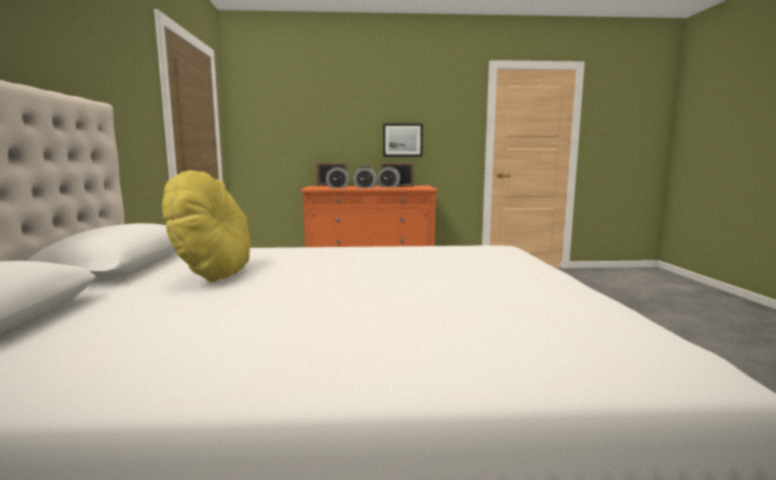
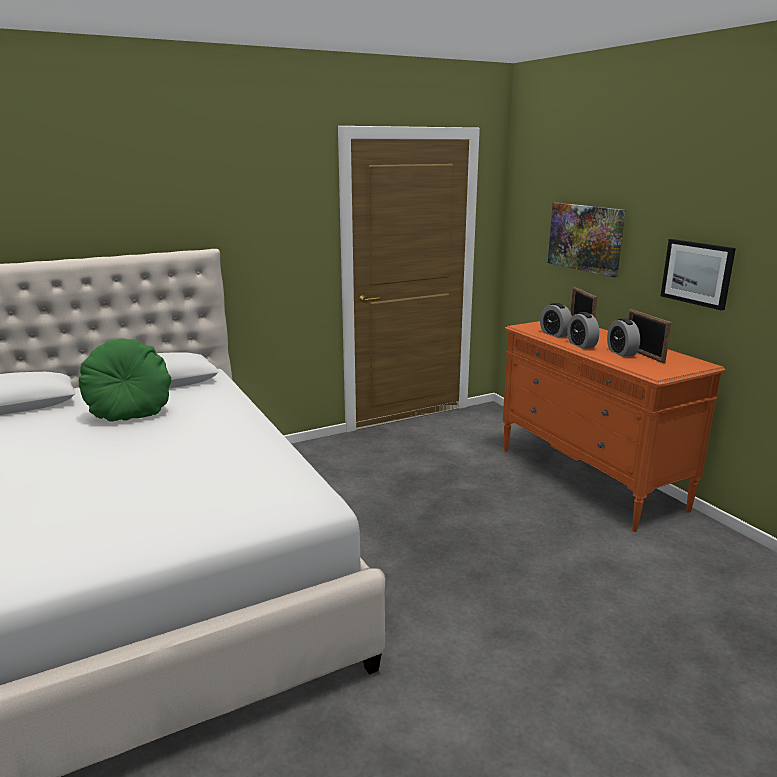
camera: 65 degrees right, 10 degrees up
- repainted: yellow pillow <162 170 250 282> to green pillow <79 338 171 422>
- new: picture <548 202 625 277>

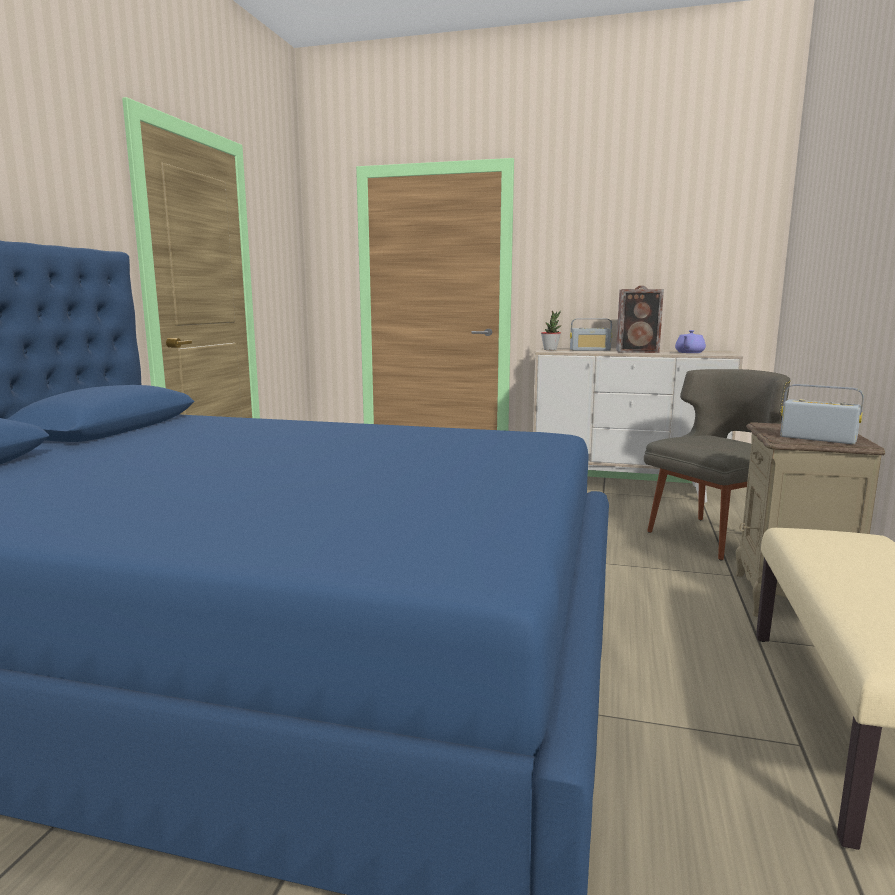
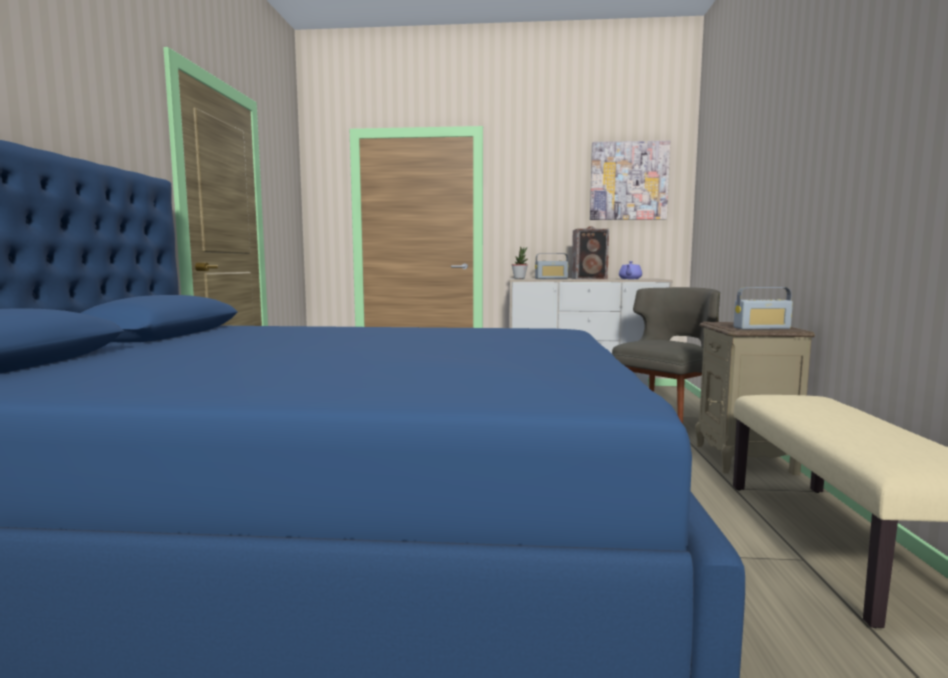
camera: 10 degrees left, 5 degrees down
- rotated: radio <780 384 864 444> = <734 287 793 329> 150 degrees clockwise
- new: picture <590 141 670 220>

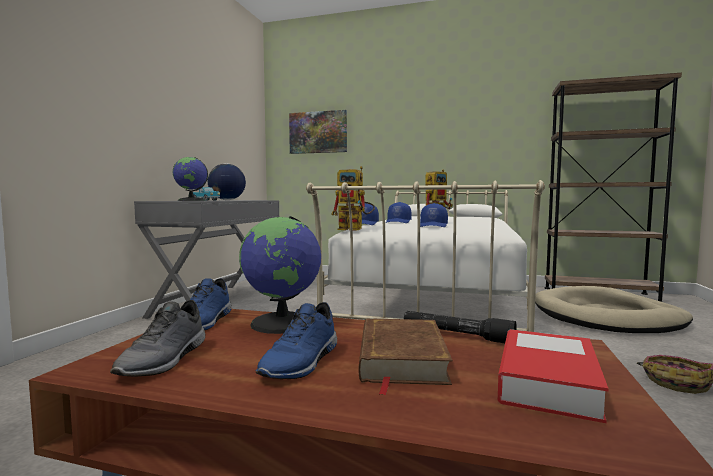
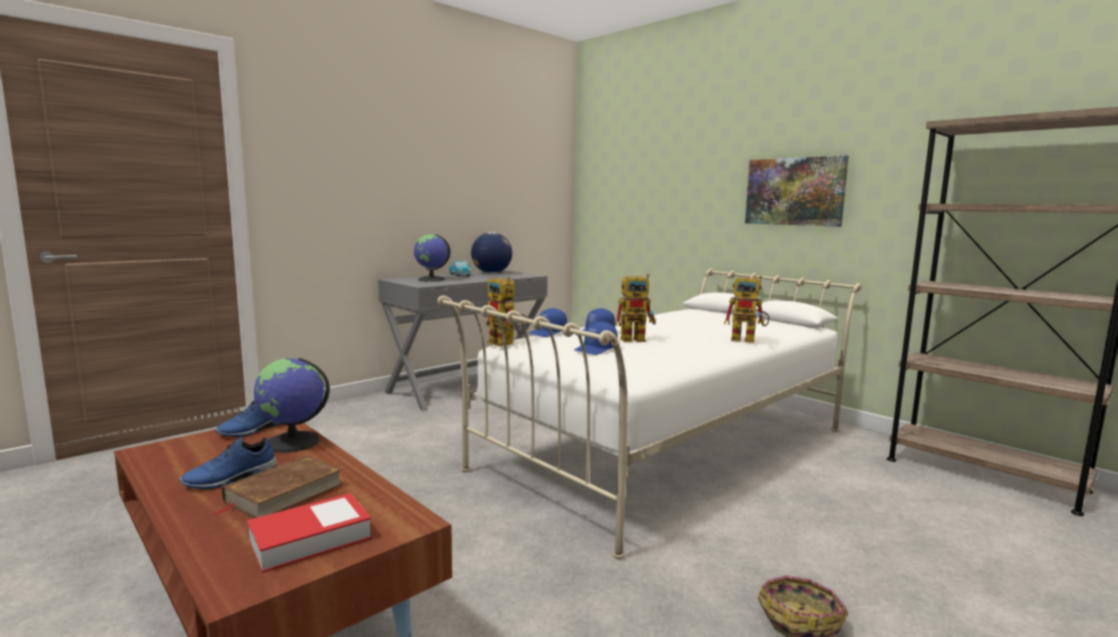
camera: 30 degrees right, 5 degrees up
- shifted: picture <289 110 347 154> to <745 155 849 227>
- gone: beige dog bed <535 286 693 333>
- gone: grey shoe <110 300 205 377>
- gone: black flashlight <404 311 517 343>
- new: toy robot <724 275 770 343>

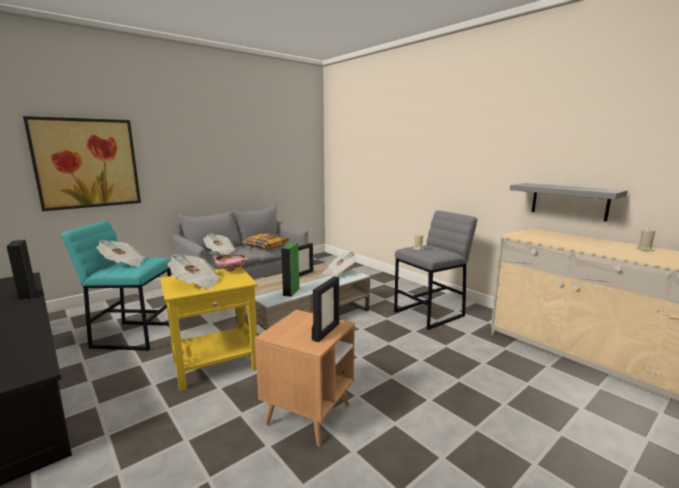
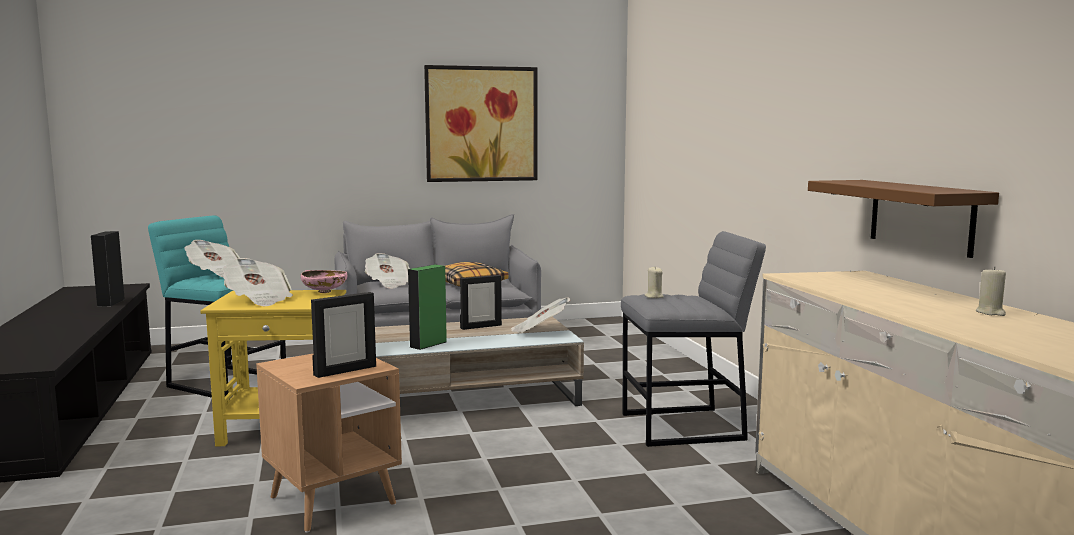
camera: 25 degrees right, 5 degrees down
- shifted: picture <23 116 141 211> to <424 65 537 182>
- repainted: grey shelf <510 183 628 222> to brown shelf <808 180 999 258>

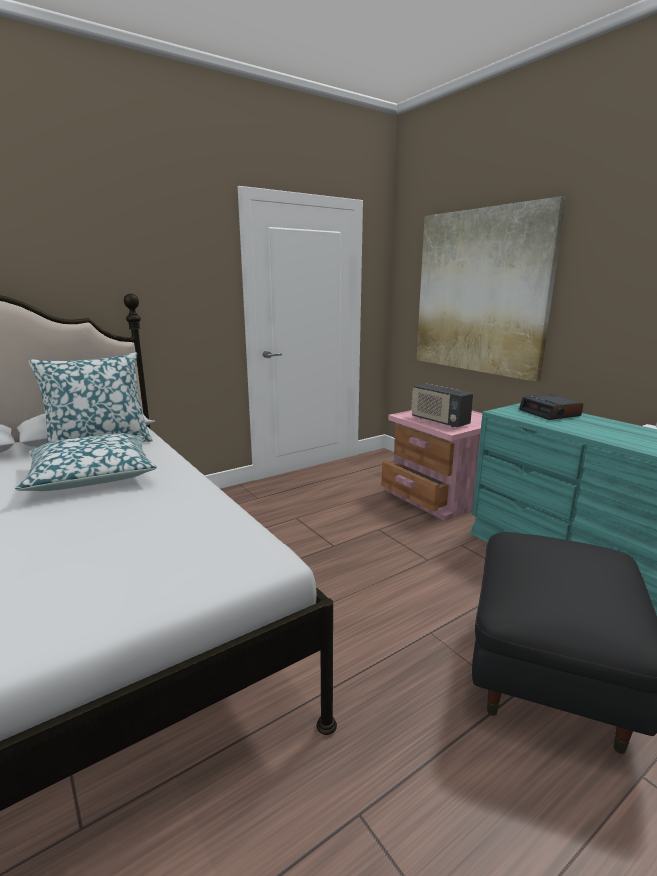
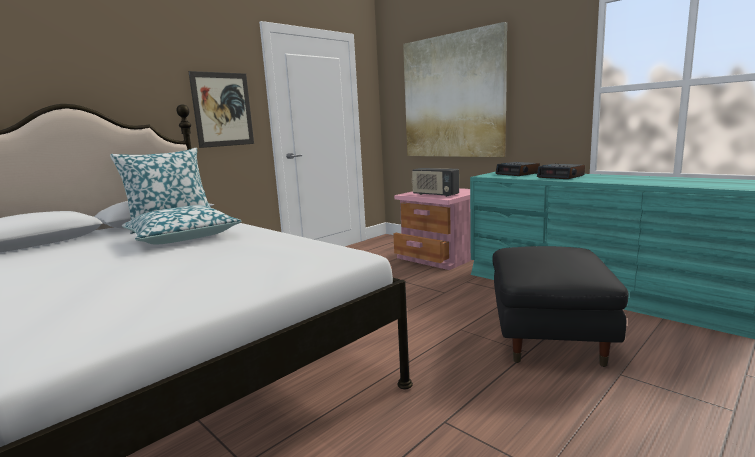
camera: 10 degrees left, 5 degrees down
- new: picture <188 71 254 148>
- new: alarm clock <537 163 585 179>

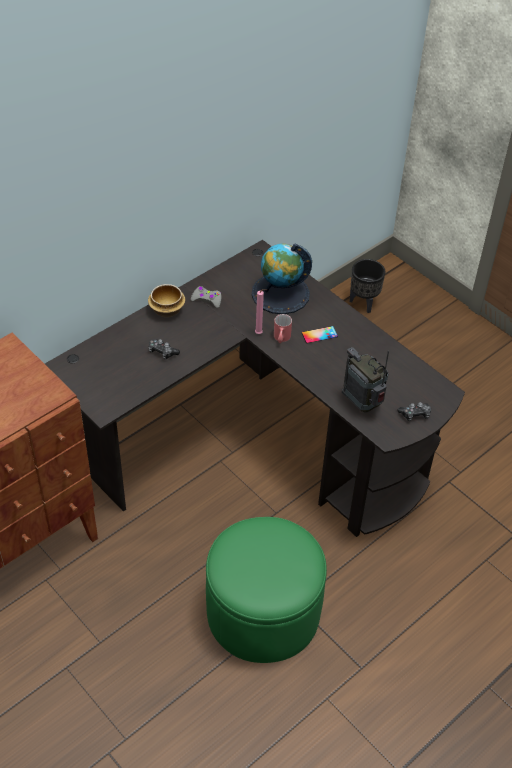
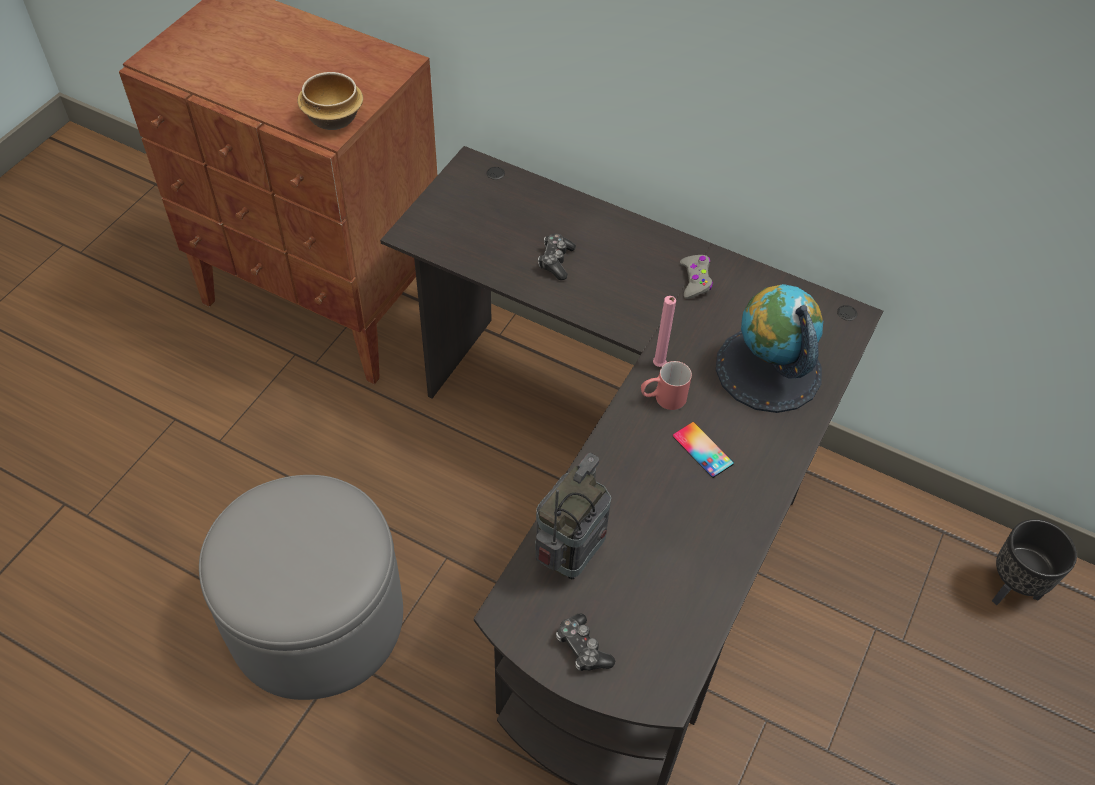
camera: 70 degrees right, 5 degrees up
- shifted: bowl <148 284 185 317> to <297 72 363 130>
- repainted: green ottoman <206 517 327 663> to grey ottoman <199 475 403 700>

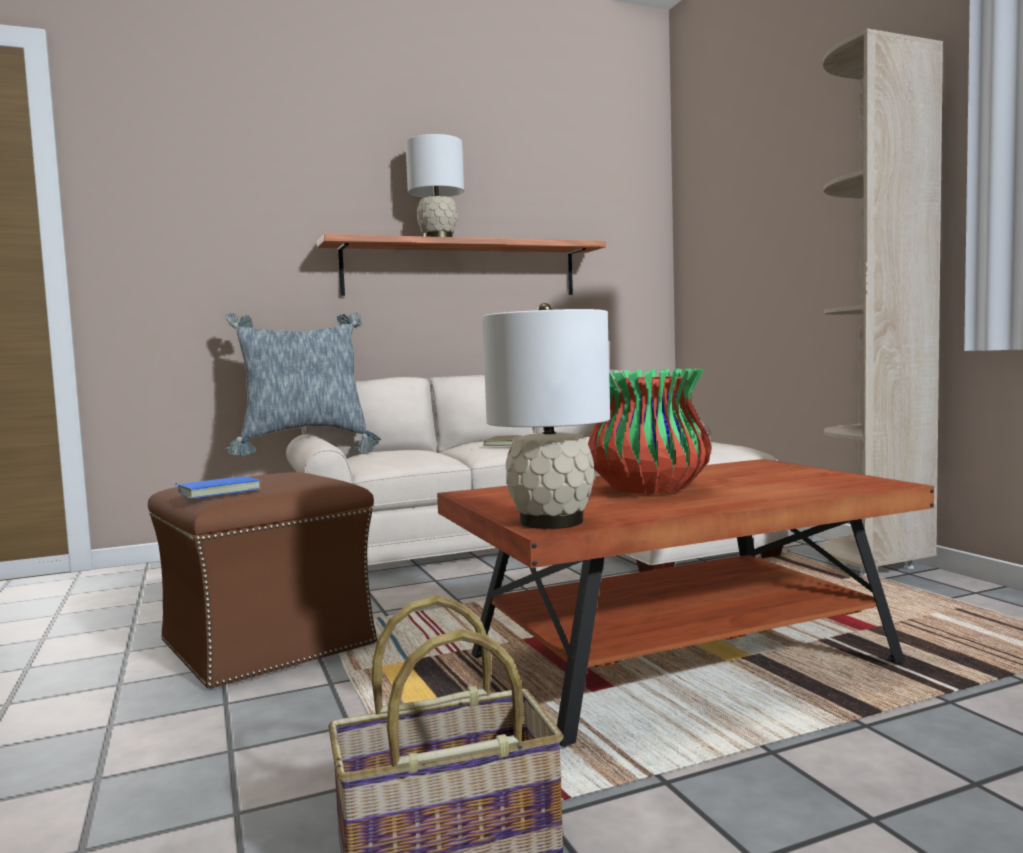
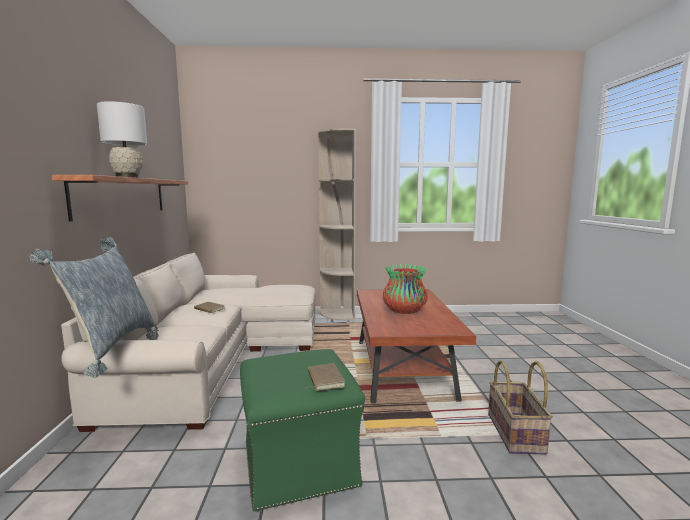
camera: 70 degrees left, 5 degrees up
- gone: white table lamp <482 303 610 529>
- repainted: brown ottoman <148 472 377 690> to green ottoman <240 349 365 511>
- repainted: blue book <175 477 261 498> to brown book <306 363 345 391>

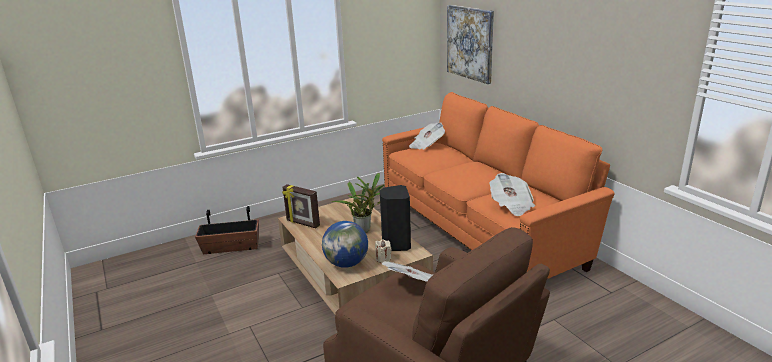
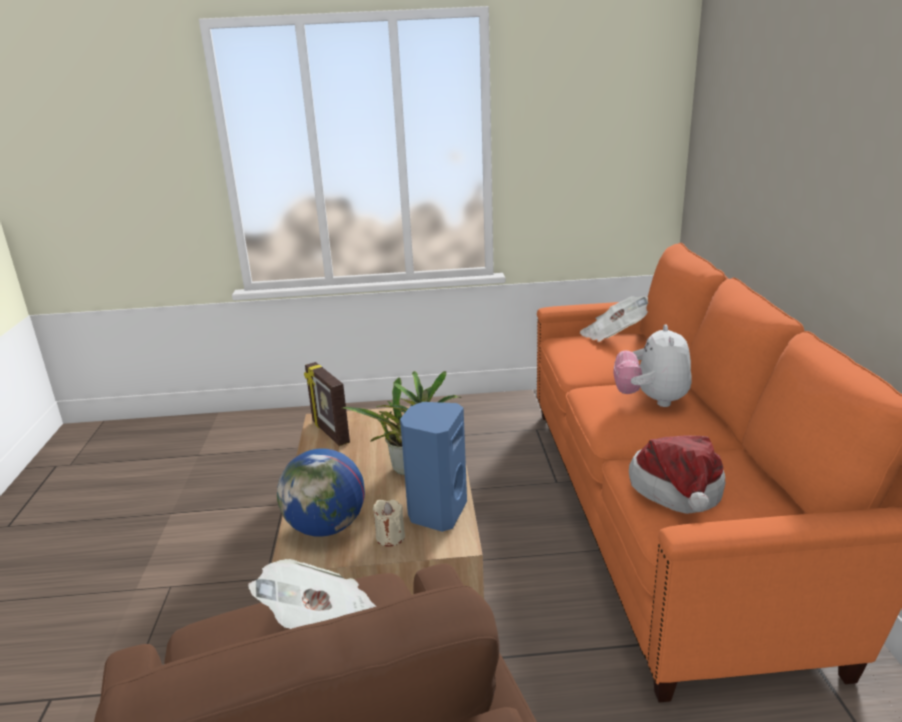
camera: 25 degrees right, 0 degrees up
- gone: picture <447 5 494 84>
- swapped: newspaper <489 173 535 216> to hat <629 436 725 514>
- repainted: black speaker <380 185 411 251> to blue speaker <400 402 467 532>
- gone: planter <195 206 259 254>
- new: plush toy <613 324 691 407>

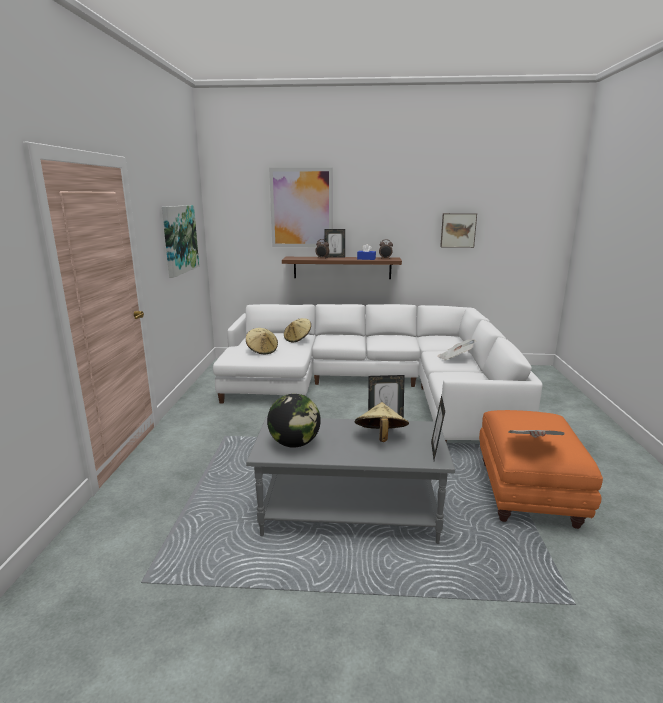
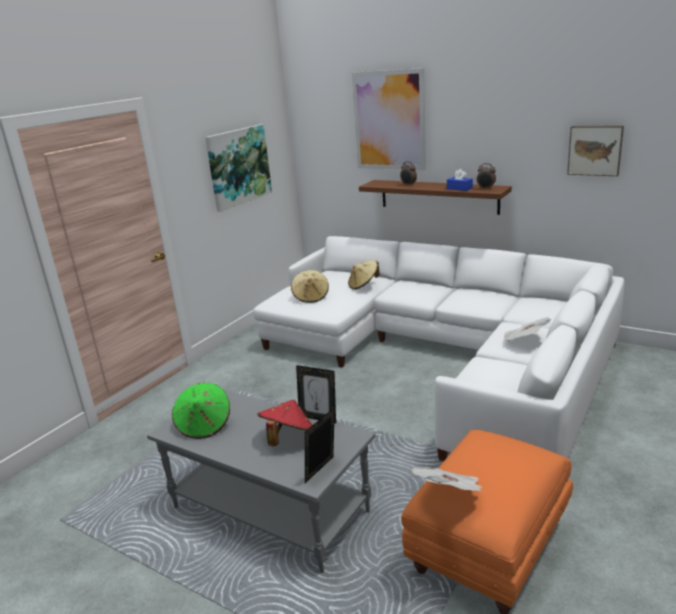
camera: 30 degrees right, 5 degrees up
- gone: picture frame <324 229 345 258>
- swapped: globe <267 394 321 448> to green hat <172 382 230 439>
- repainted: beige hat <355 402 409 442> to red hat <257 399 313 446>

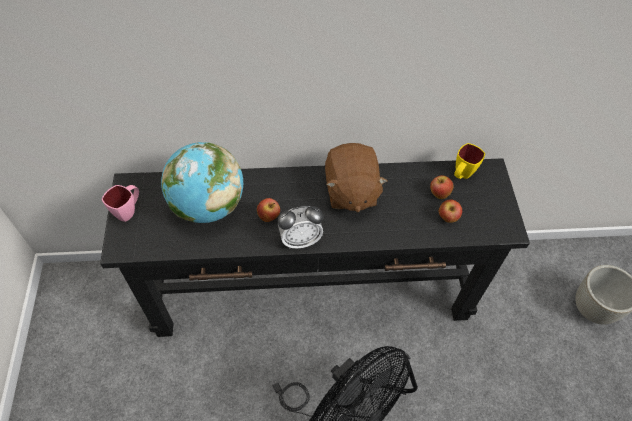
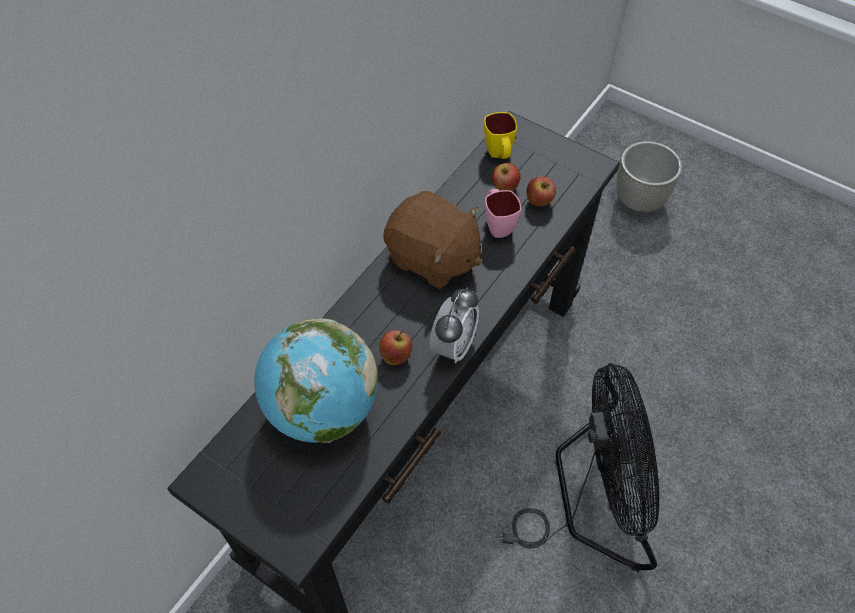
camera: 50 degrees left, 0 degrees up
- shifted: pink mug <102 185 139 222> to <485 189 521 238>

